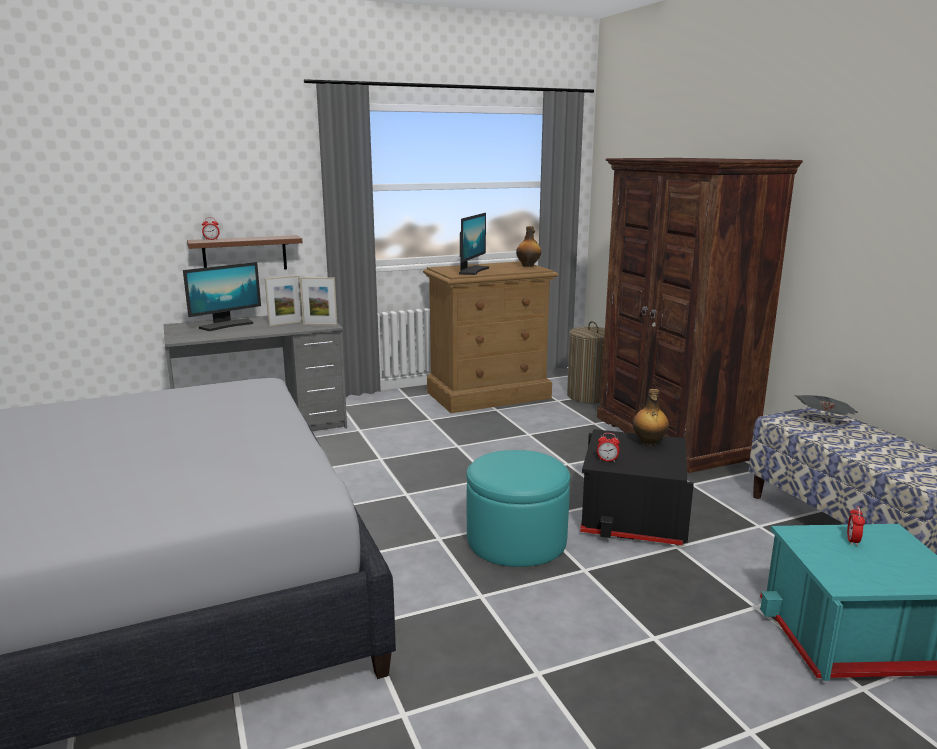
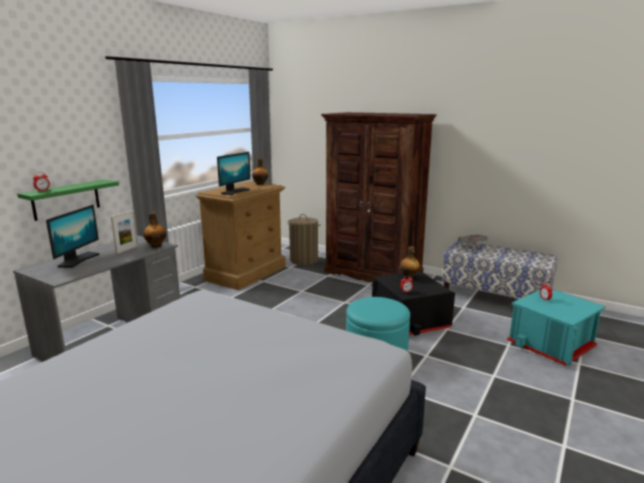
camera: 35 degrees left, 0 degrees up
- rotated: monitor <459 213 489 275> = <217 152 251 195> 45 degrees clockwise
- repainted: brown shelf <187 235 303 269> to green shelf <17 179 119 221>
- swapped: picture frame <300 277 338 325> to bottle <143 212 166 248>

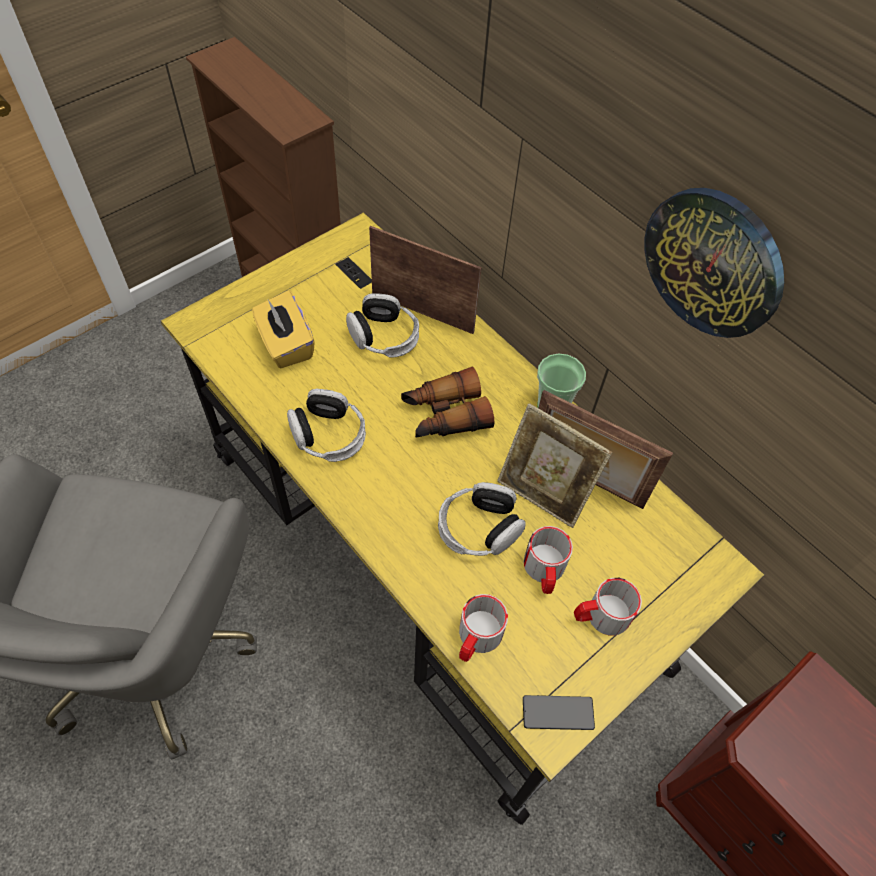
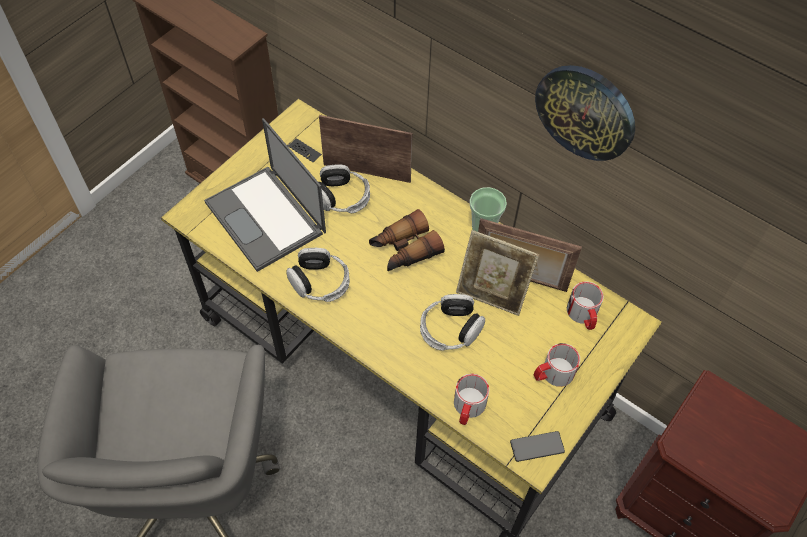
camera: 10 degrees left, 0 degrees up
- swapped: yellow tissue box <252 290 315 368> to laptop <204 118 326 272>
- shifted: mug <524 526 573 594> to <567 282 604 330>

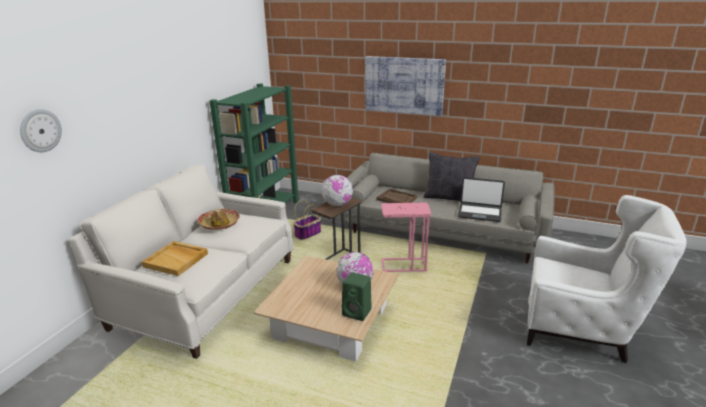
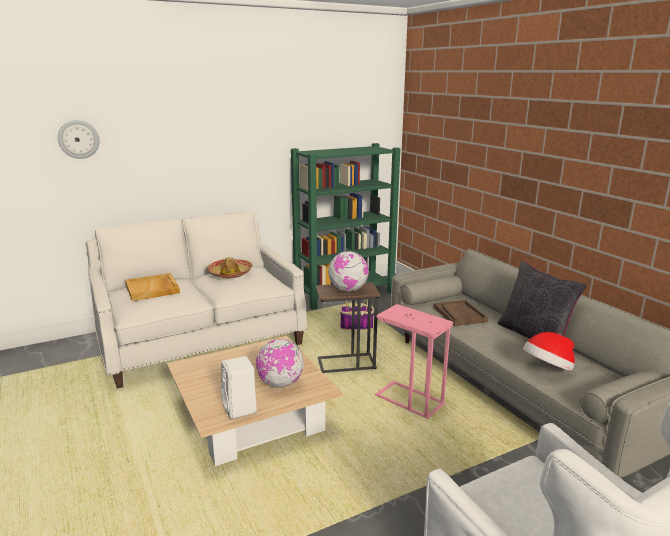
camera: 40 degrees right, 5 degrees down
- gone: picture <365 56 446 116>
- swapped: laptop <458 177 505 222> to hat <523 332 575 371>
- repainted: green speaker <342 272 372 321> to white speaker <221 356 257 419>

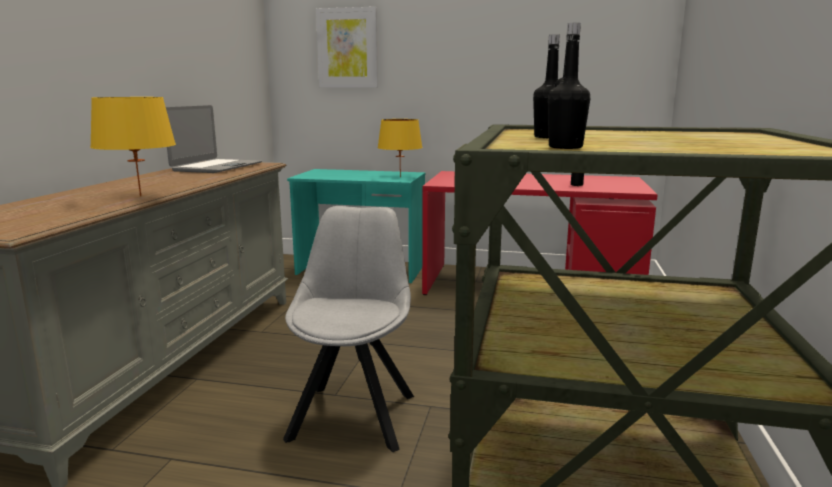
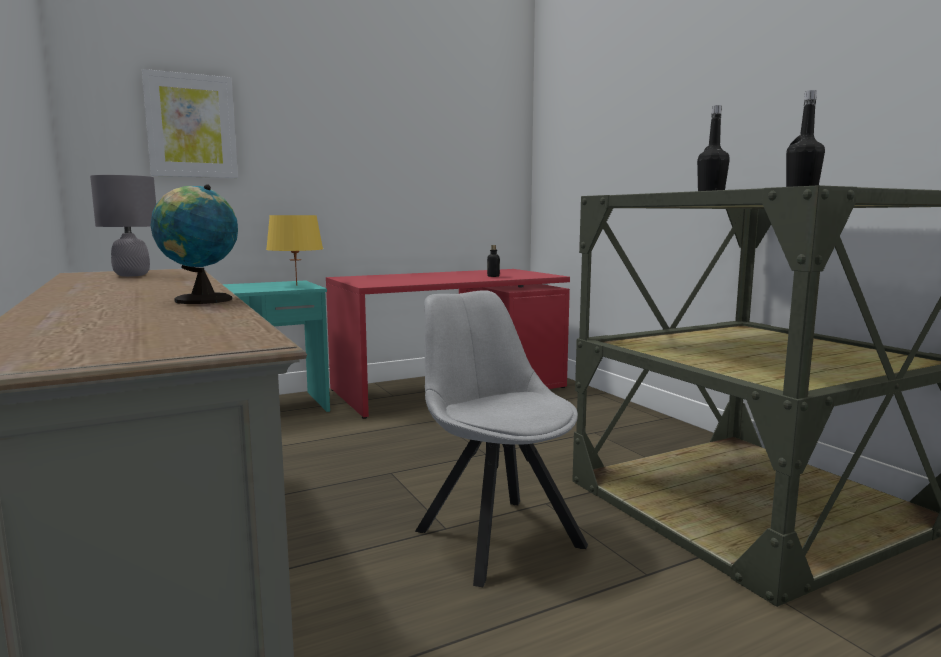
camera: 40 degrees left, 5 degrees down
- swapped: yellow table lamp <90 97 176 196> to globe <151 184 238 304>
- swapped: laptop <166 105 262 173> to grey table lamp <90 175 156 277>

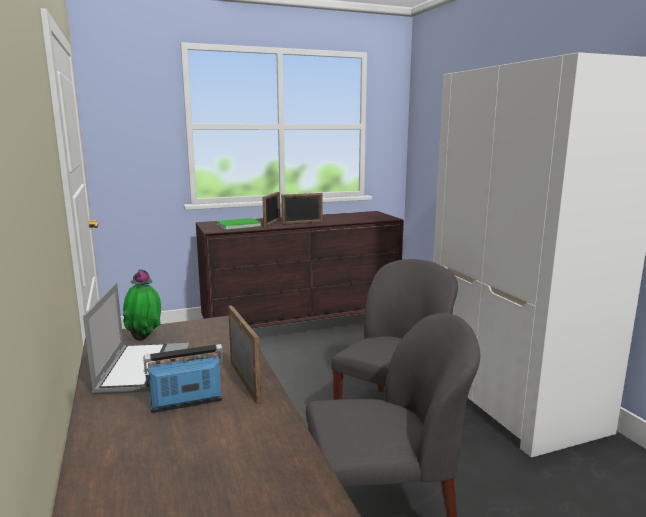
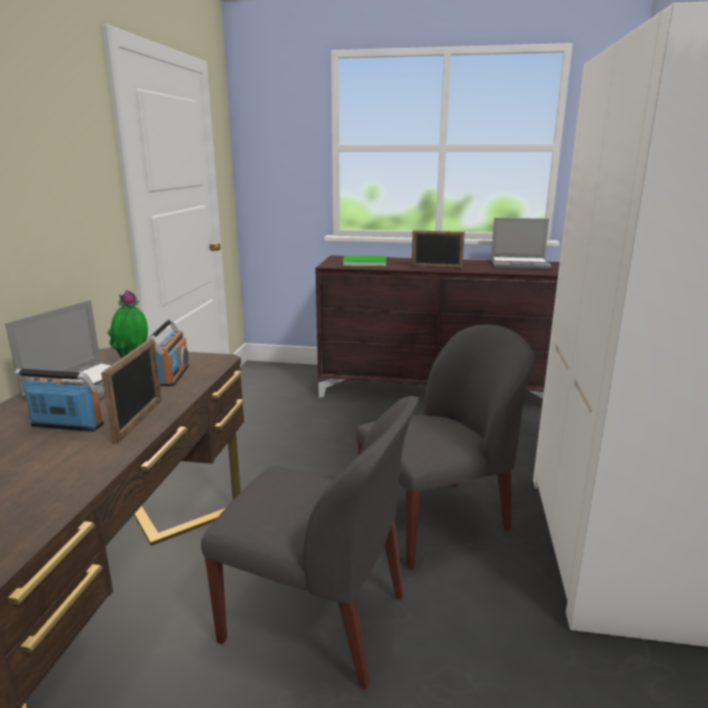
camera: 30 degrees right, 5 degrees up
- gone: picture frame <262 192 281 228>
- new: laptop <491 218 551 269>
- new: radio <148 319 189 386>

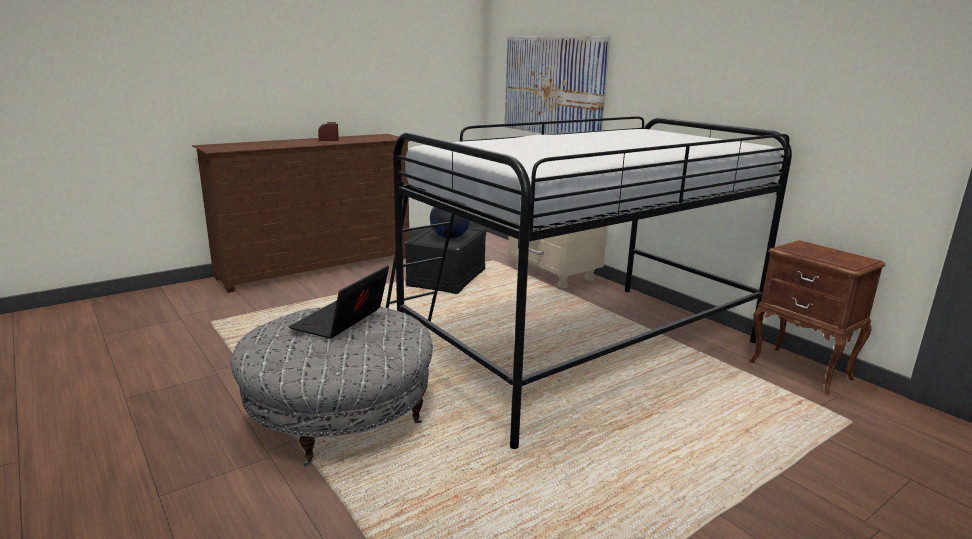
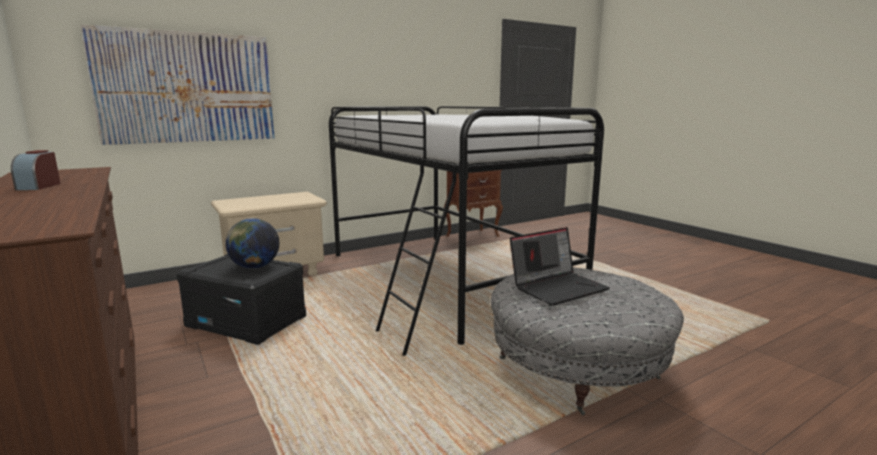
camera: 85 degrees left, 5 degrees down
- rotated: laptop <289 265 389 339> = <510 227 610 306> 60 degrees counterclockwise

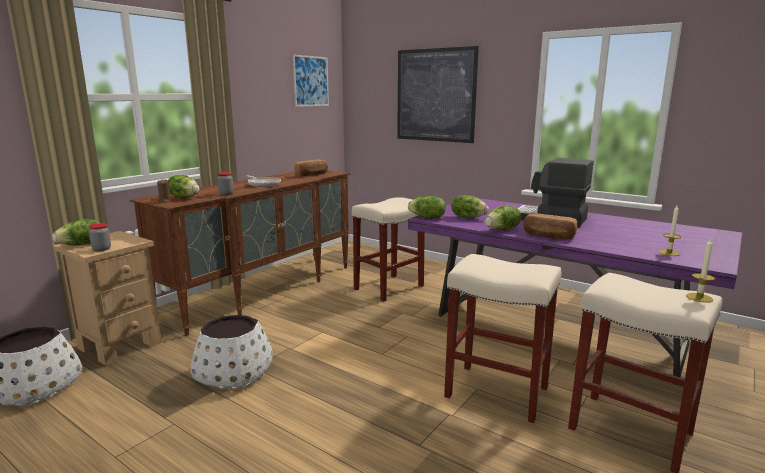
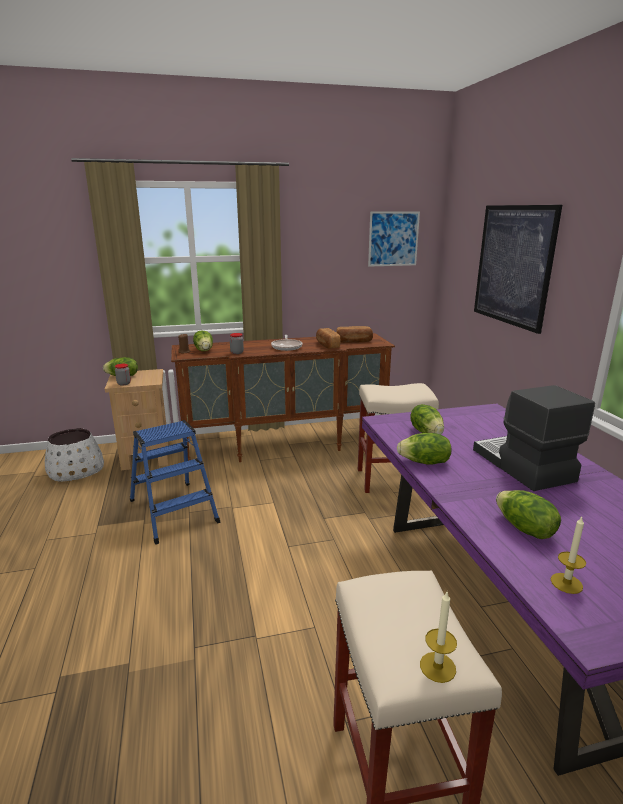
camera: 40 degrees right, 5 degrees up
- shifted: lettuce <408 196 446 218> to <496 490 561 539>
- shifted: bread <523 213 577 239> to <316 328 340 349>
- gone: beige stool <444 254 561 423>
- swapped: white planter <191 315 273 388> to blue step ladder <130 420 220 545>

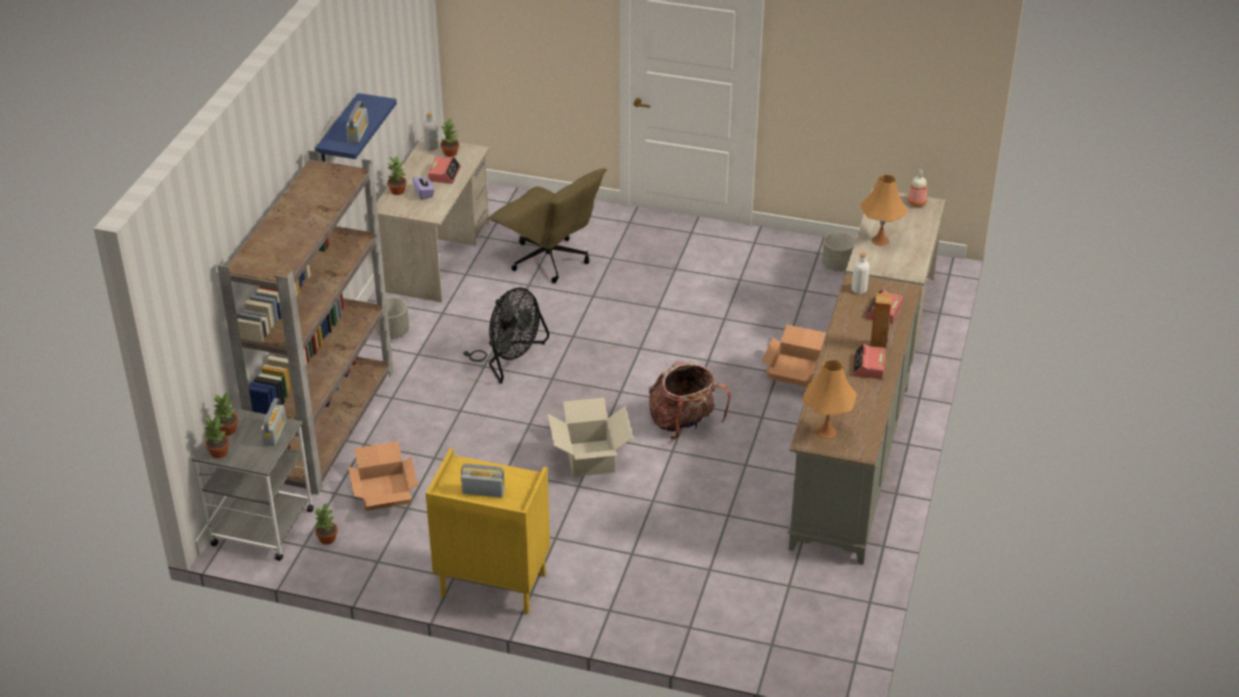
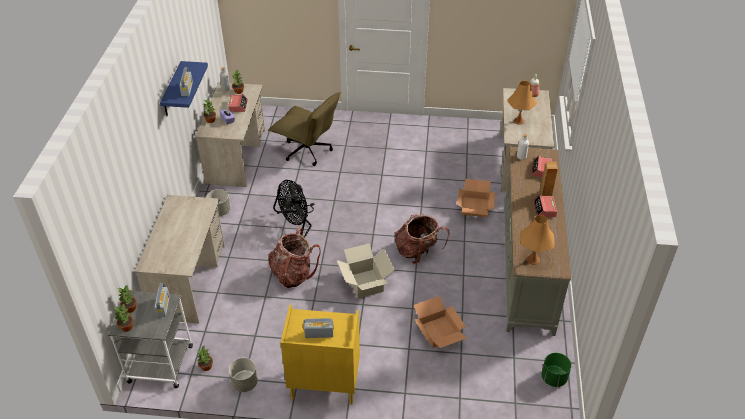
camera: 10 degrees left, 5 degrees up
- swapped: brown bookcase <217 150 394 495> to beige desk <135 195 225 323>
- shifted: grey planter <822 232 856 271> to <229 358 258 392>
- rotated: black fan <463 287 549 384> = <273 180 315 238> 120 degrees clockwise
- shifted: cardboard box <348 441 418 511> to <413 296 467 348>
- new: backpack <268 227 321 288>
- new: green planter <541 353 571 387>

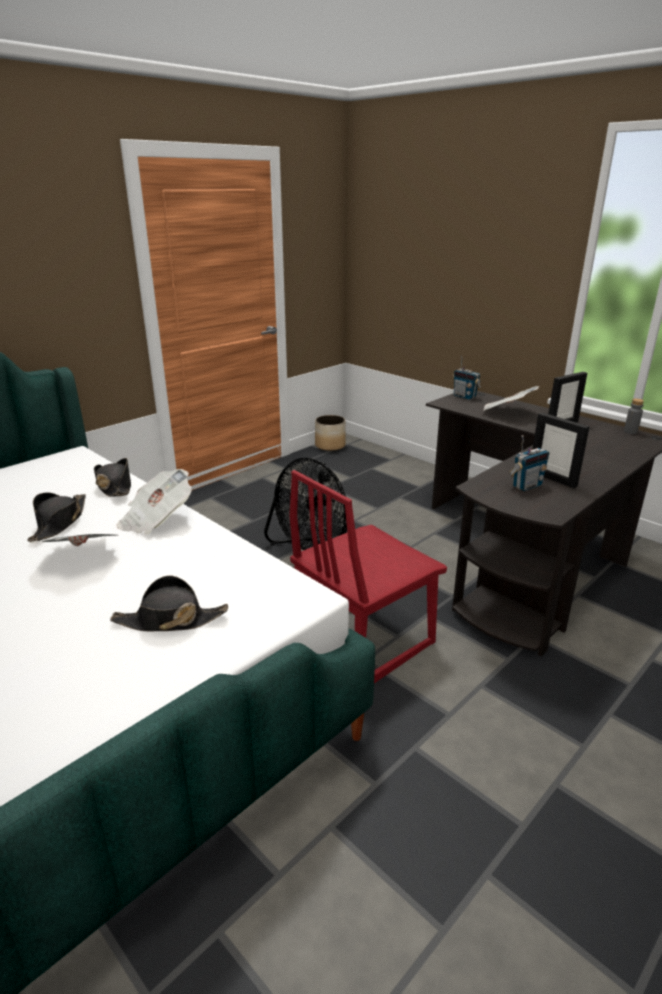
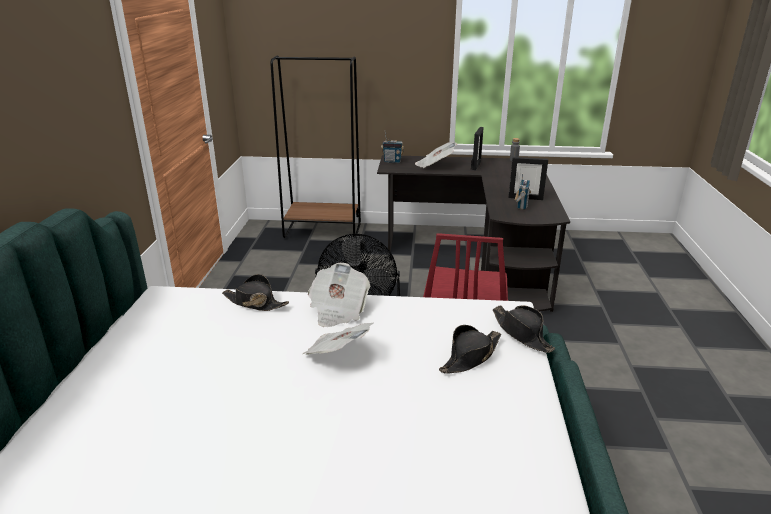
camera: 40 degrees left, 0 degrees up
- gone: planter <315 415 346 451>
- shifted: black hat <27 492 86 542> to <493 305 555 353>
- new: clothes rack <270 55 361 238>

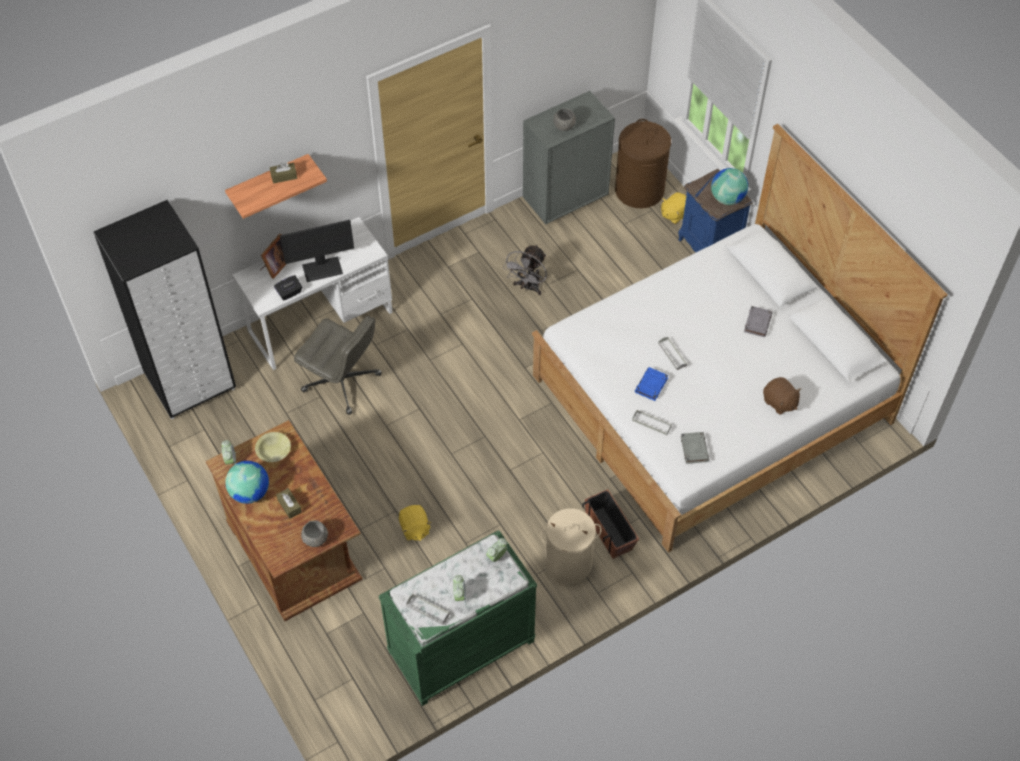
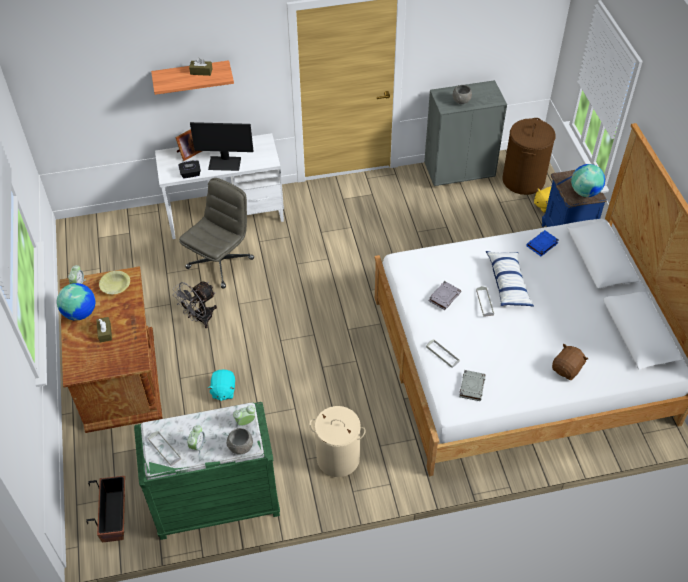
camera: 20 degrees right, 5 degrees down
- gone: wardrobe <93 200 236 419>
- shifted: grey fan <503 245 547 295> to <173 281 217 328>
- shifted: grey book <744 306 772 337> to <429 281 461 310>
- rotated: grey office chair <294 316 382 415> = <179 178 254 288> 105 degrees counterclockwise
- shifted: blue book <635 367 669 401> to <526 230 559 256>
- rotated: brown plush toy <763 377 801 415> = <552 344 588 380> 120 degrees counterclockwise
- shifted: planter <582 489 639 559> to <86 476 125 542>
- repainted: yellow plush toy <399 505 431 541> to turquoise plush toy <208 370 235 401>
- shifted: grey bowl <301 521 328 547> to <227 428 253 455>
- new: pillow <486 251 534 307>

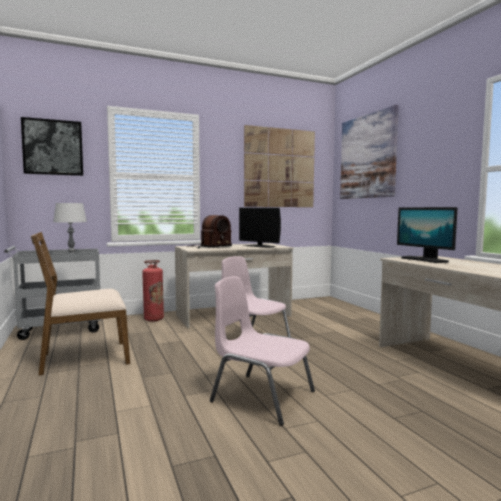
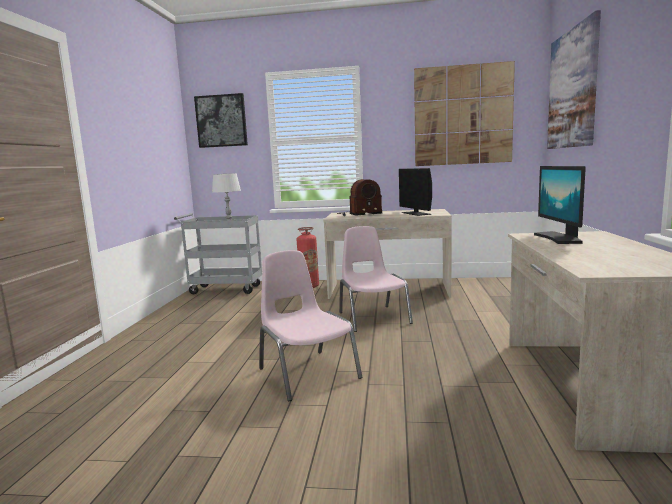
camera: 30 degrees right, 5 degrees up
- gone: brown chair <30 232 130 375>

